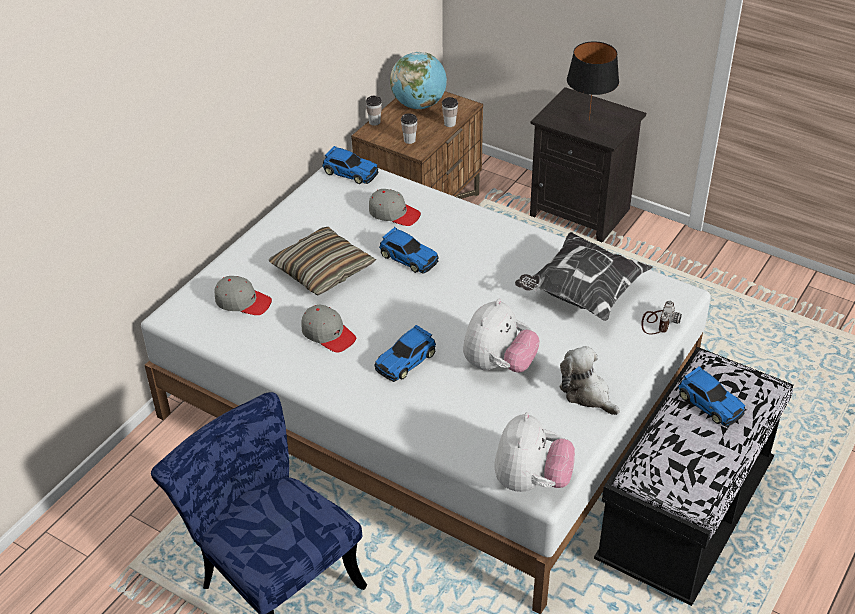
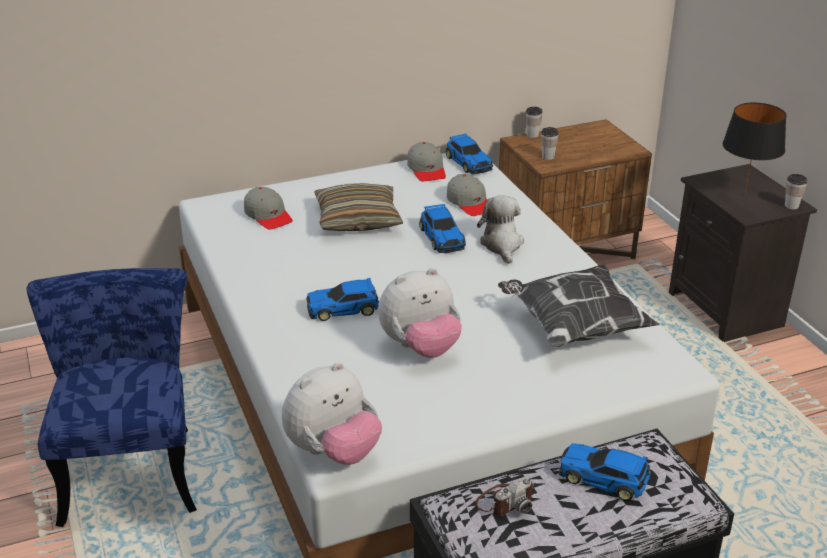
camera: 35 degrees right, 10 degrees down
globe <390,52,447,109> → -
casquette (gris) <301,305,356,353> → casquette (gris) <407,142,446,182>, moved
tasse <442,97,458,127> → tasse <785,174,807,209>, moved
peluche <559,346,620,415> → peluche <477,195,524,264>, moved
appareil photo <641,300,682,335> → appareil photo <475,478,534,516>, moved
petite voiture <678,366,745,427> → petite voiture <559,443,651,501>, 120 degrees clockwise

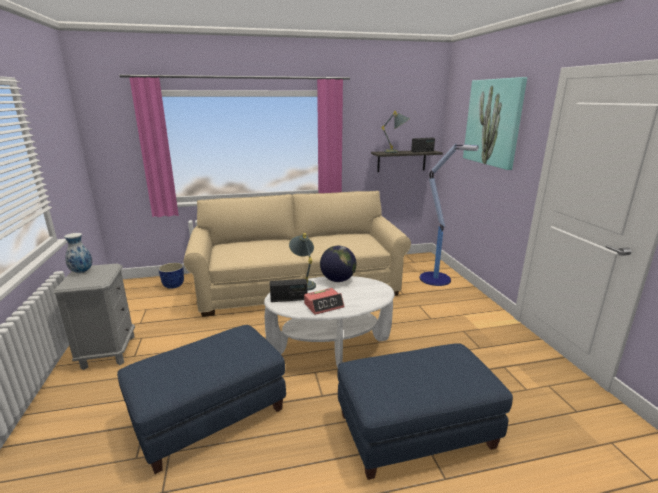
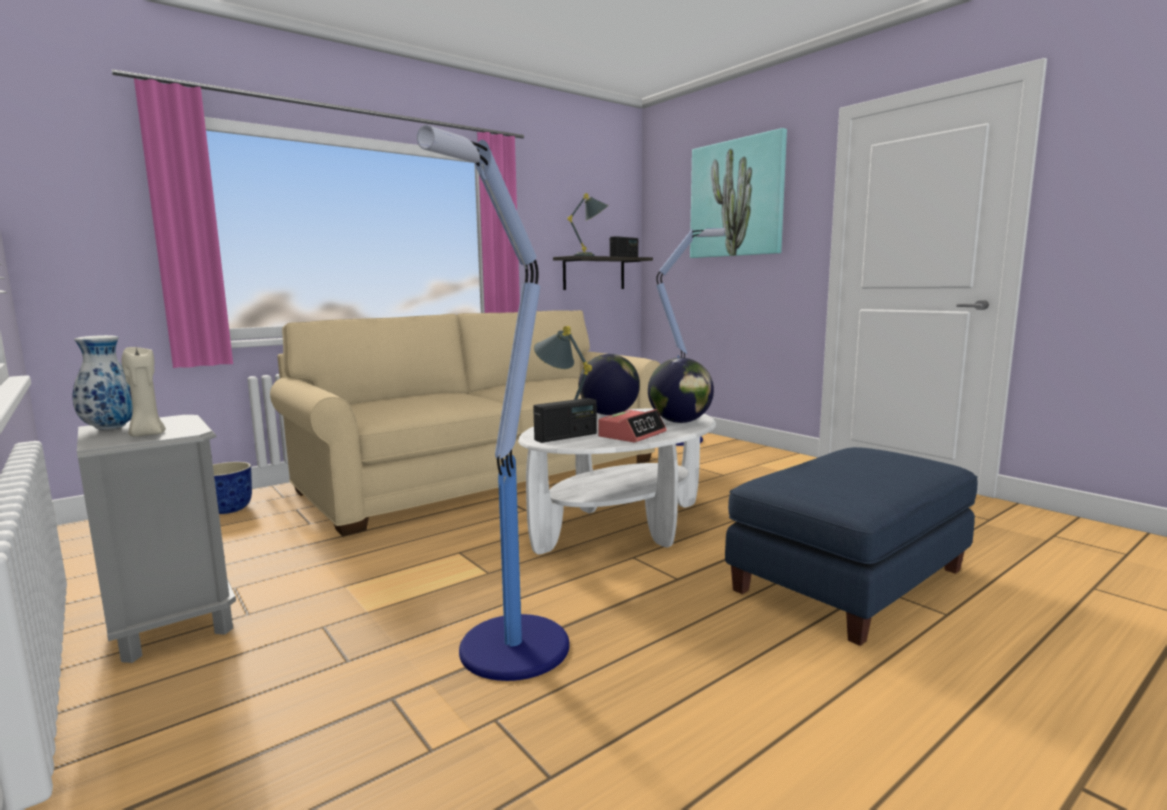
camera: 25 degrees left, 10 degrees down
- → bougie (beige) <122,347,166,437>
- → globe <648,358,714,423>
pouf (bleu) <117,325,286,474> → lampadaire <417,125,569,681>

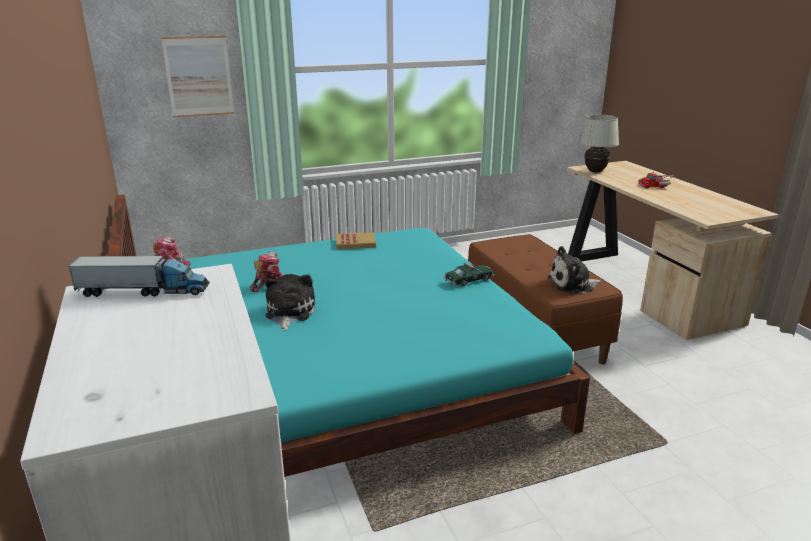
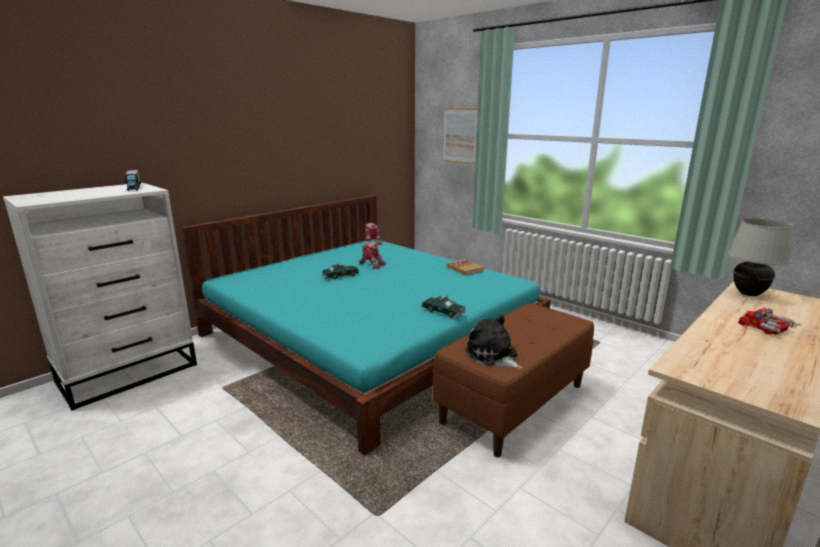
camera: 65 degrees right, 5 degrees down
peluche <265,274,315,330> → petite voiture <322,263,359,279>

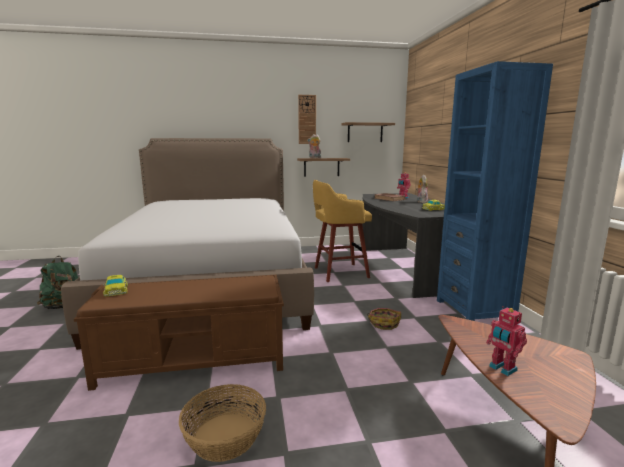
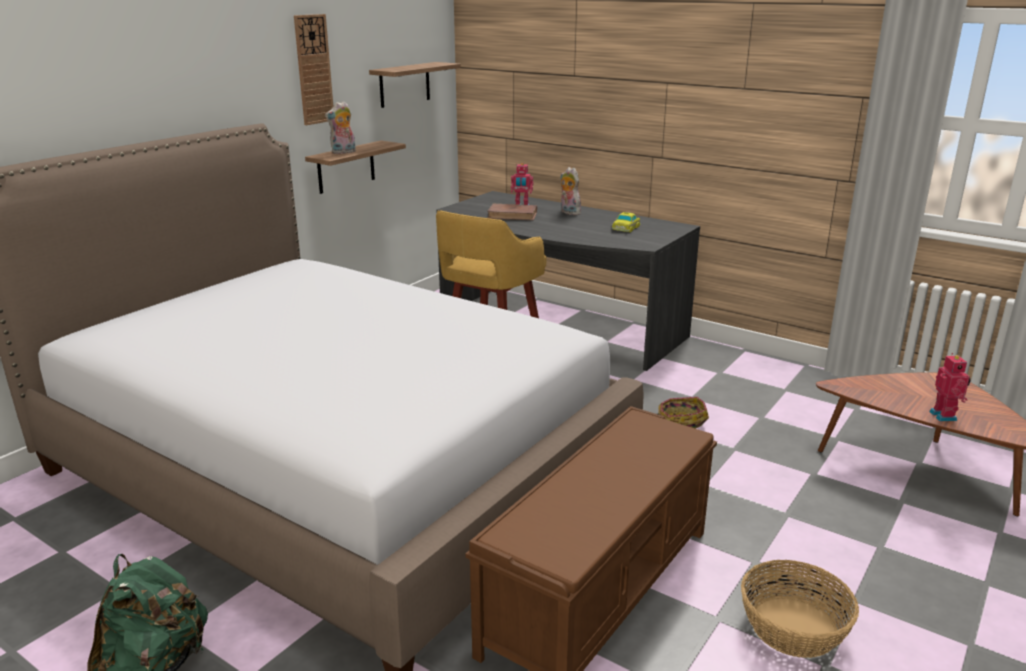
camera: 45 degrees left, 10 degrees up
petite voiture <103,275,128,297> → -
bibliothèque (bleu) <437,61,553,321> → -
robot jouet <486,306,527,376> → robot jouet <929,353,970,421>, 105 degrees counterclockwise

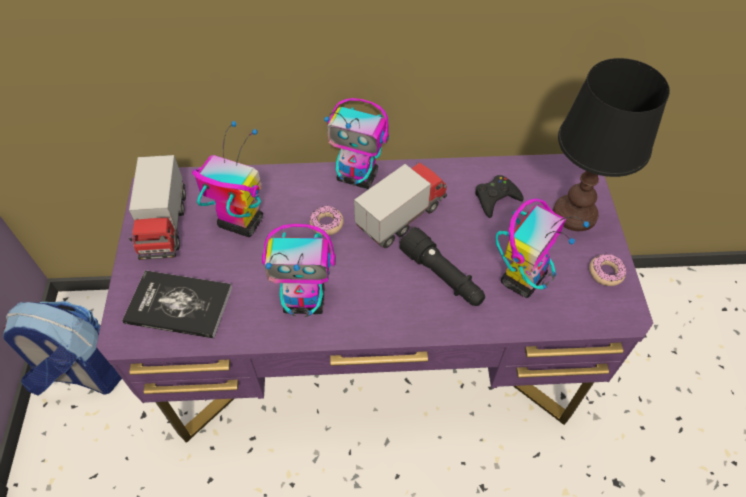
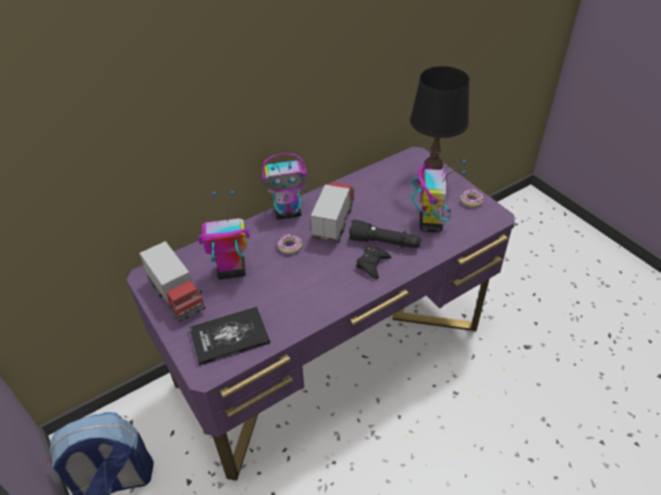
camera: 30 degrees left, 10 degrees down
robot jouet <262,224,336,317> → -
manette (noir) <475,175,524,218> → manette (noir) <356,246,391,279>, moved

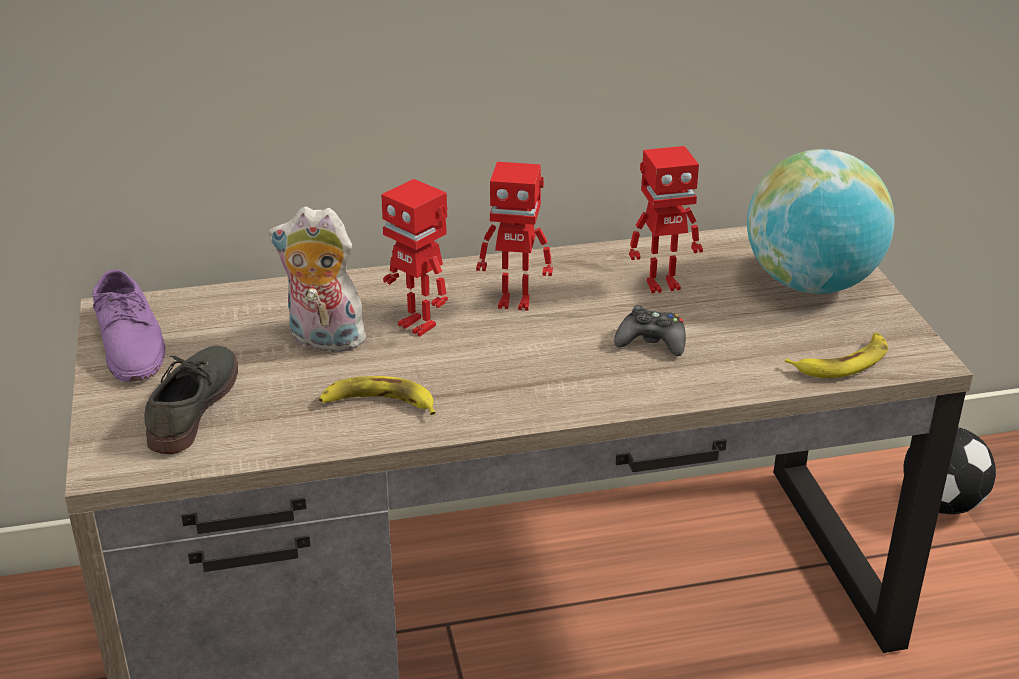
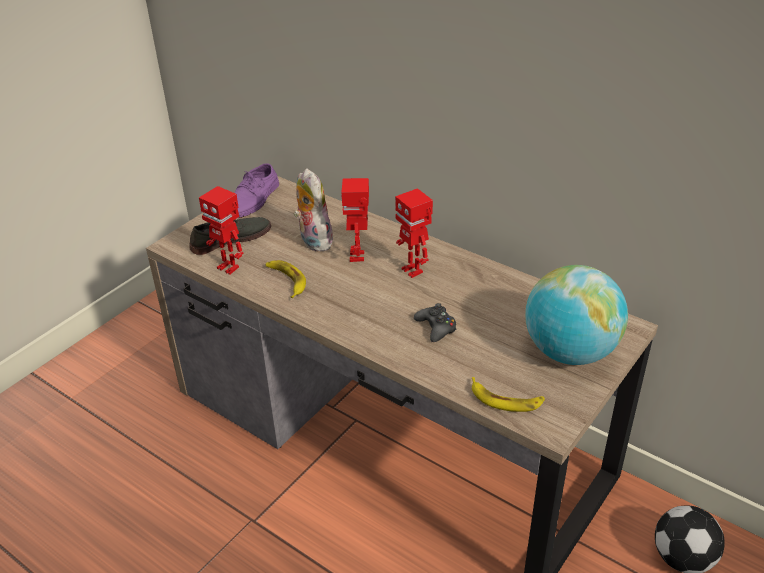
camera: 50 degrees right, 5 degrees up
robot jouet <629,146,703,293> → robot jouet <199,186,244,275>, moved

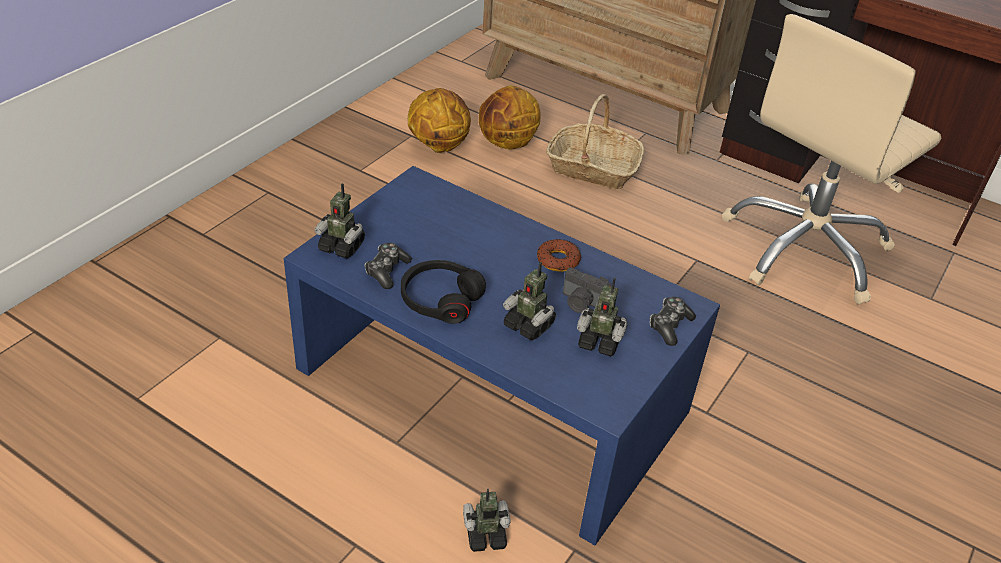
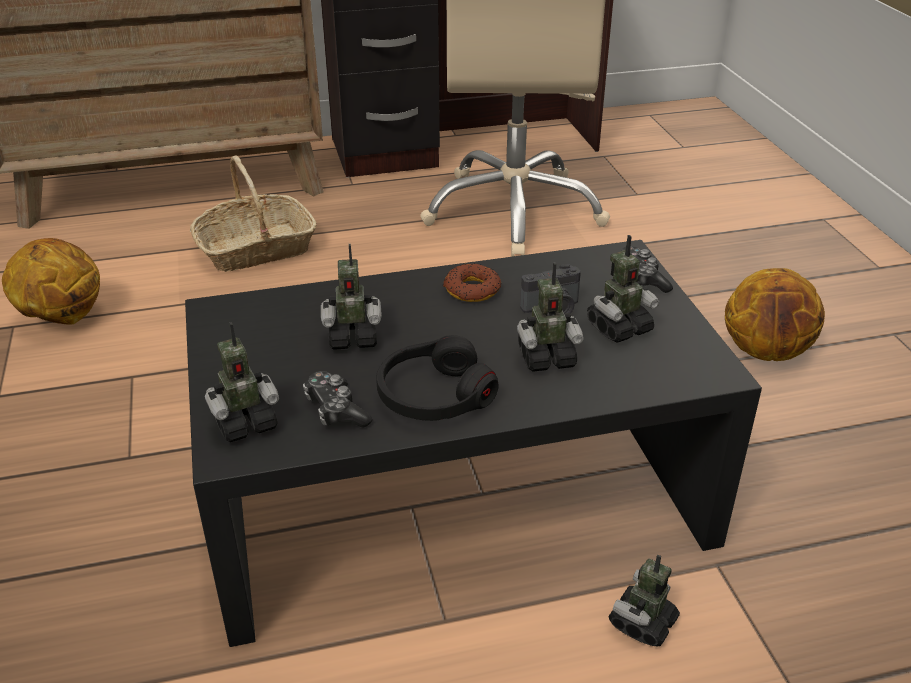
camera: 45 degrees left, 5 degrees down
- → robot jouet <321,244,382,350>
ballon de basket <479,86,541,150> → ballon de basket <725,268,825,361>, moved
table basse (bleu) <284,166,720,545> → table basse (noir) <185,240,762,647>

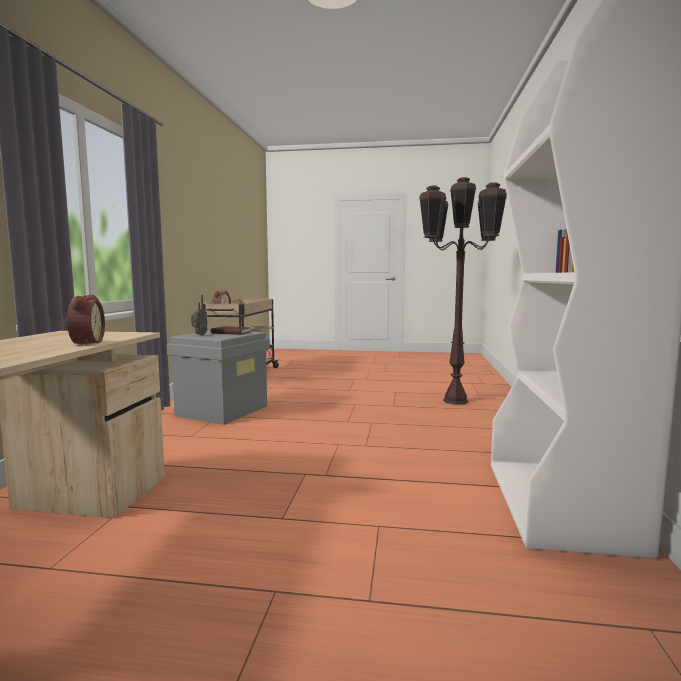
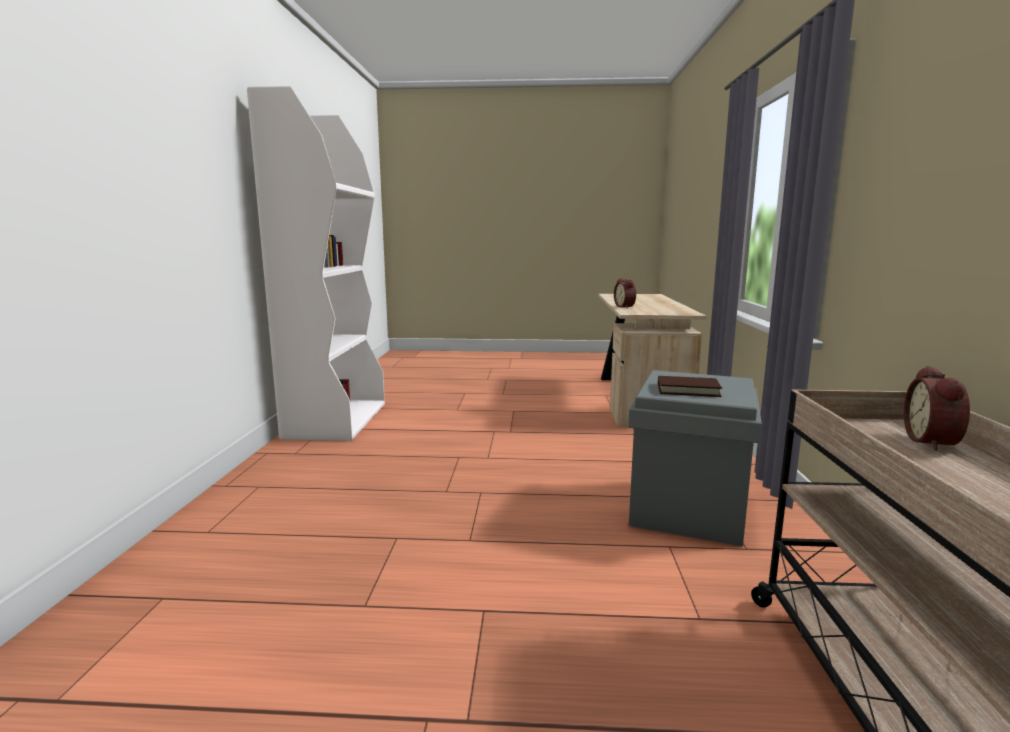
camera: 175 degrees right, 5 degrees up
radio <191,295,208,335> → -
lampadaire (marron) <419,177,507,405> → -

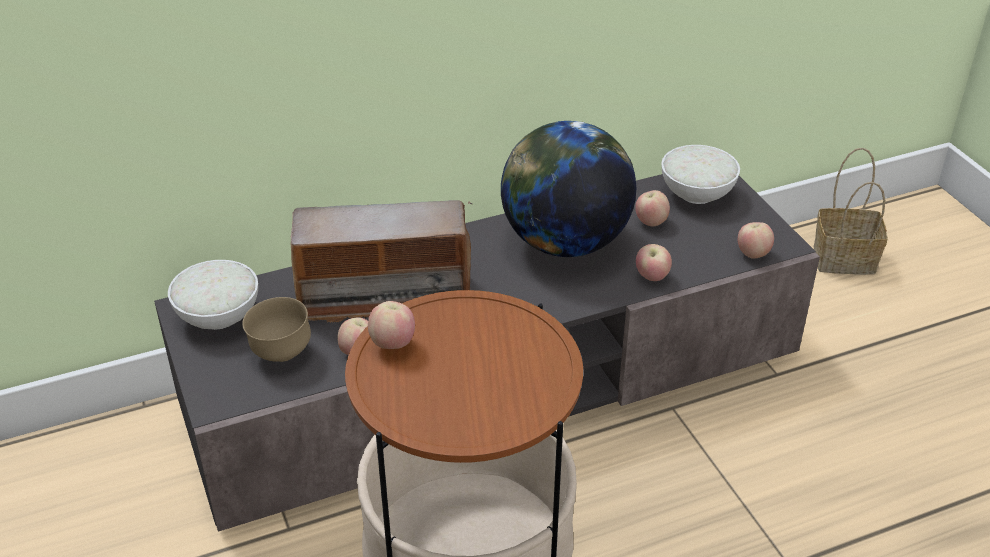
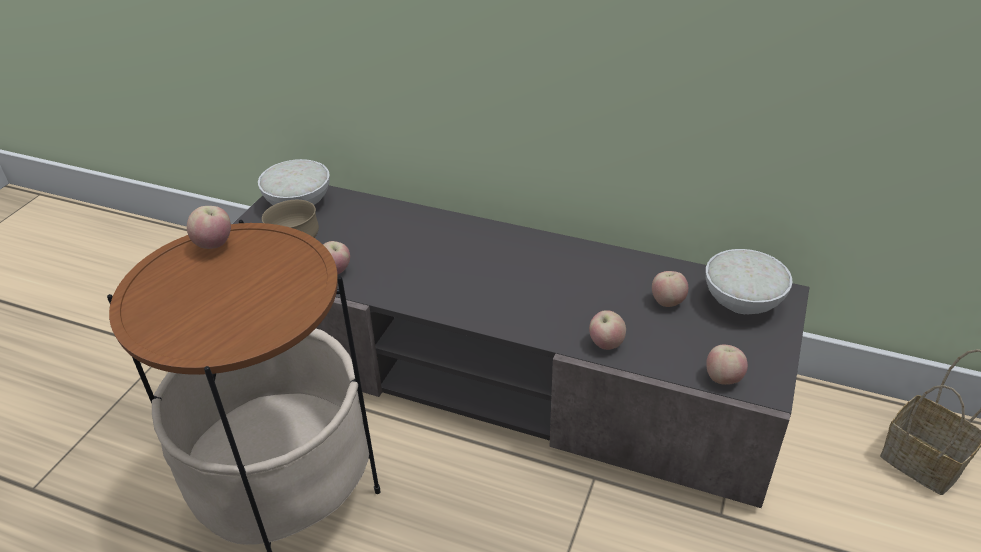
camera: 45 degrees right, 0 degrees up
radio <291,200,472,323> → -
globe <501,121,637,257> → -

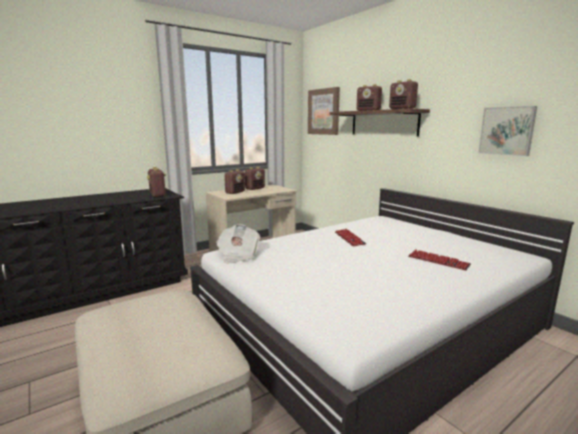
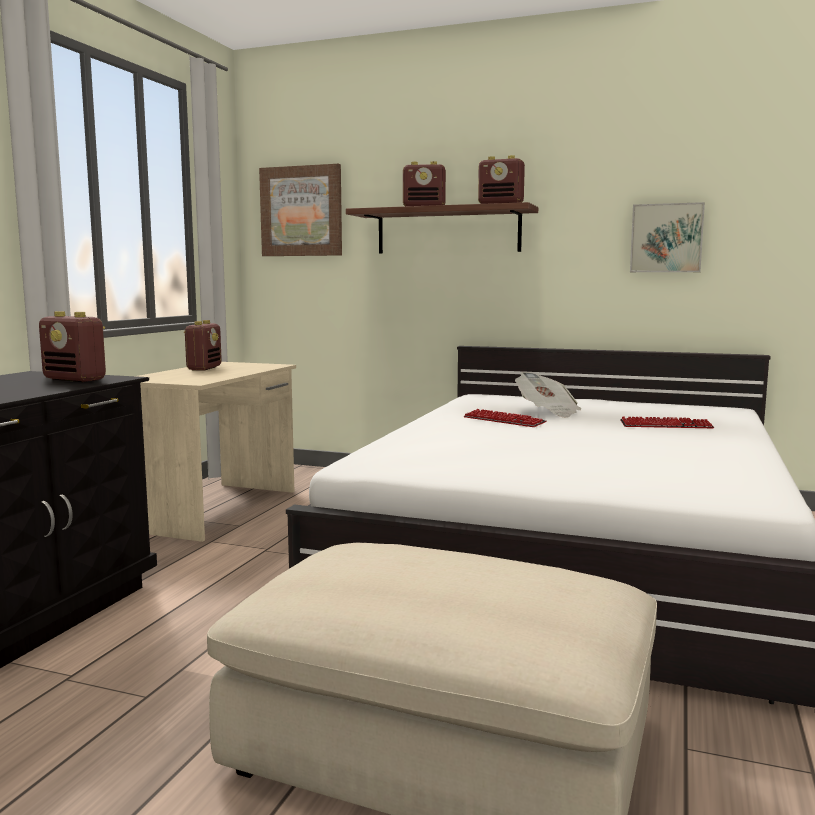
camera: 35 degrees left, 5 degrees down
radio <224,169,245,194> → -
journal <216,224,260,264> → journal <515,372,581,418>, moved

